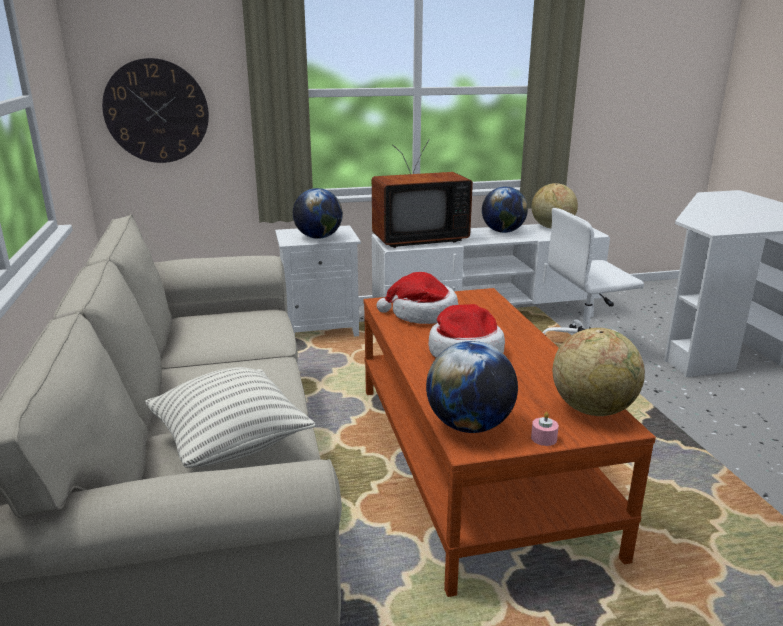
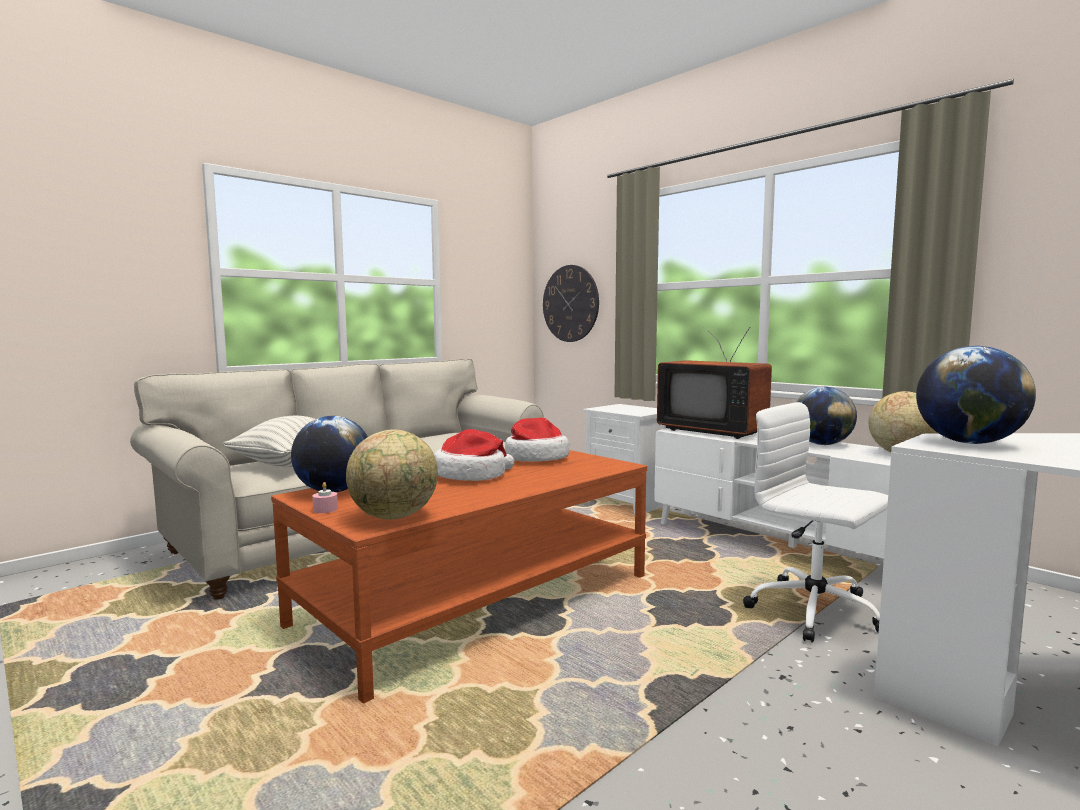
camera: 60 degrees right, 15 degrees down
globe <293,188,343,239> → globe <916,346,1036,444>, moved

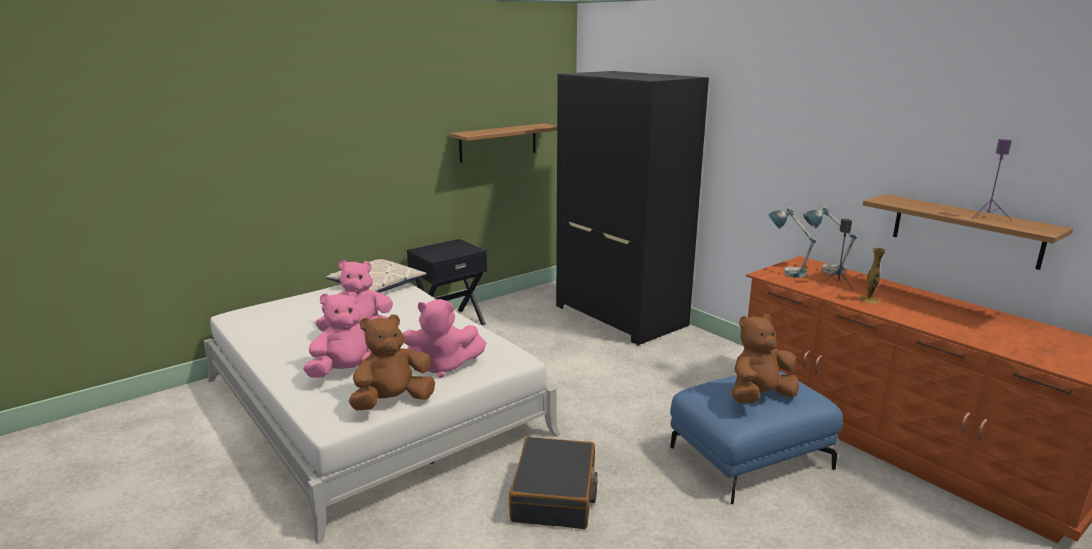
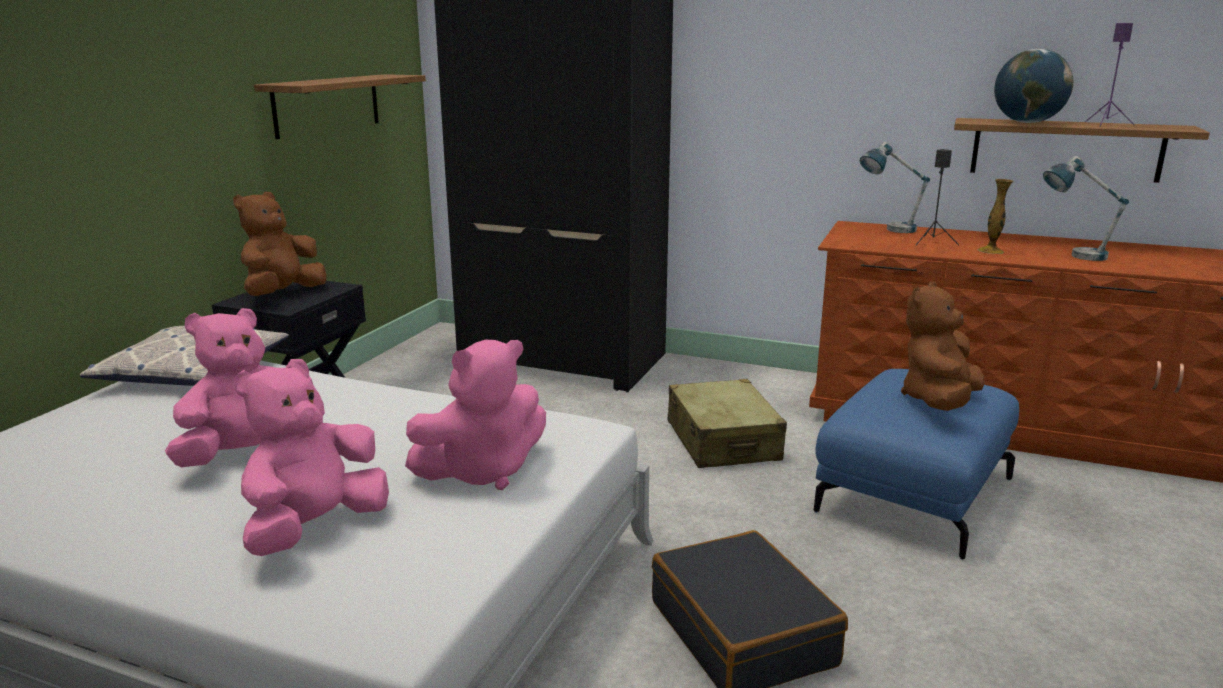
camera: 30 degrees left, 0 degrees up
- → valise (beige) <668,379,787,468>
- → globe <994,49,1073,123>
peluche (marron) <348,314,435,410> → peluche (marron) <233,192,327,296>, moved
lampe de table <768,207,816,278> → lampe de table <1043,156,1129,261>, moved

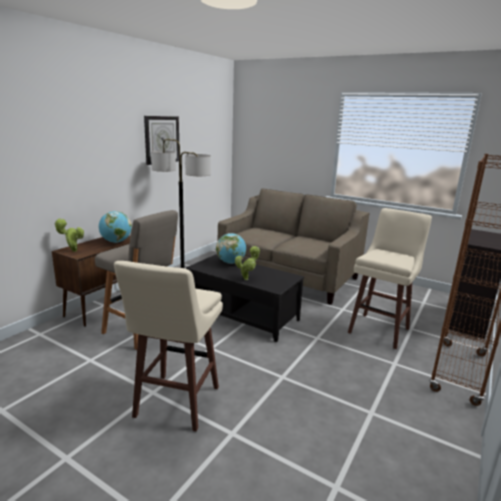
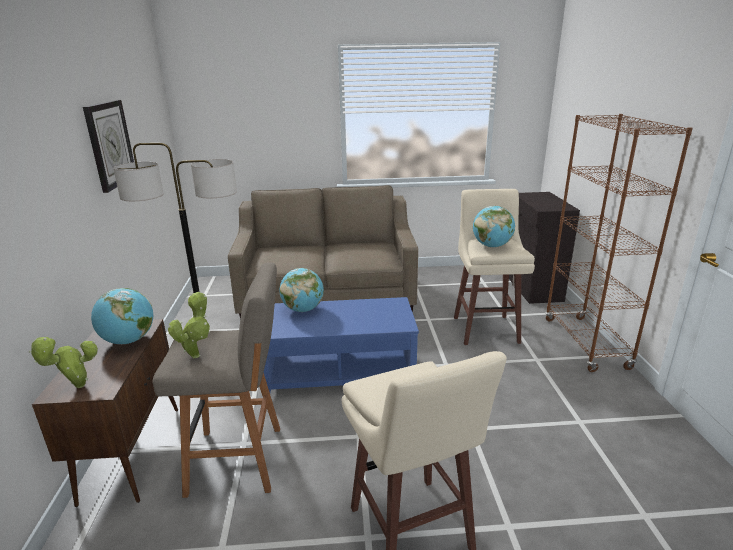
camera: 35 degrees left, 5 degrees up
- → globe <473,206,515,248>
plante en pot <235,246,260,280> → plante en pot <168,292,210,358>, moved
table basse (noir) <186,254,304,342> → table basse (bleu) <264,297,419,392>

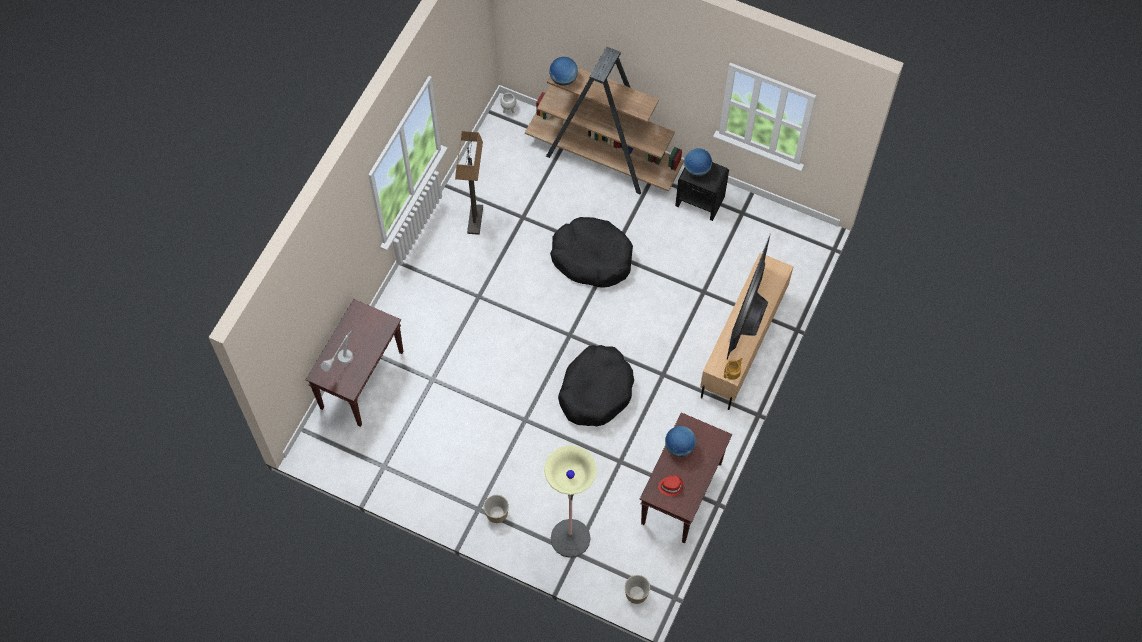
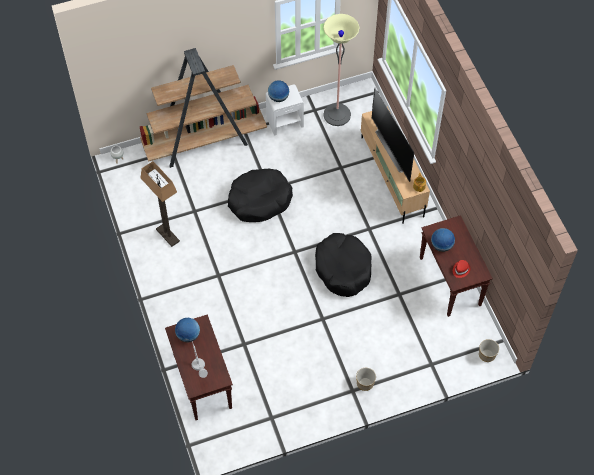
camera: 45 degrees left, 5 degrees down
lampadaire <544,445,597,558> → lampadaire <323,14,360,126>, moved
globe <549,57,578,86> → globe <175,318,200,343>, moved
table de chevet (noir) <675,162,729,221> → table de chevet (blanc) <266,84,304,136>

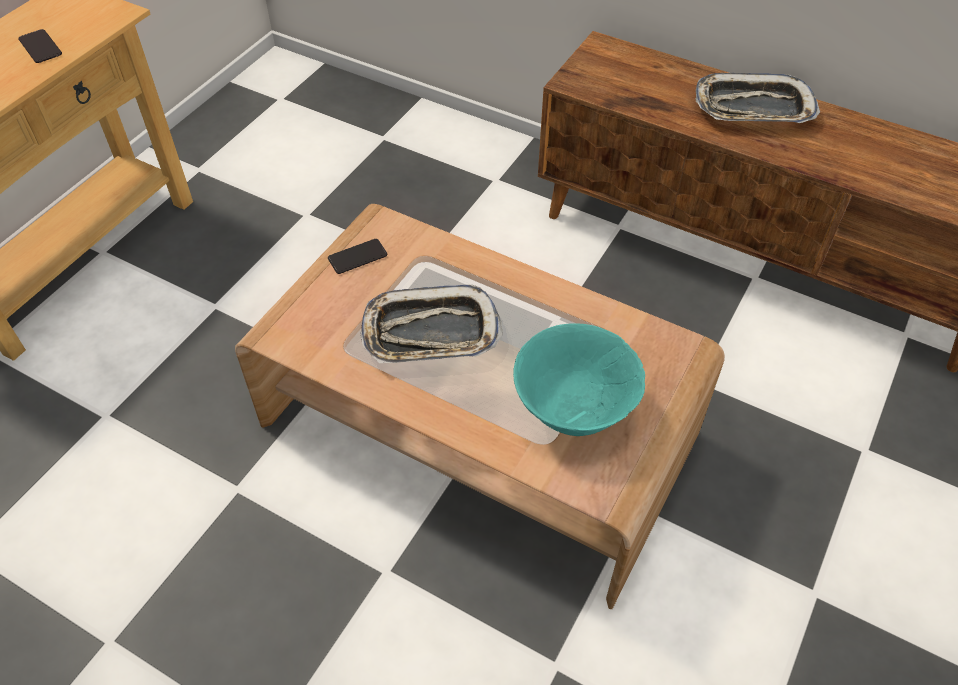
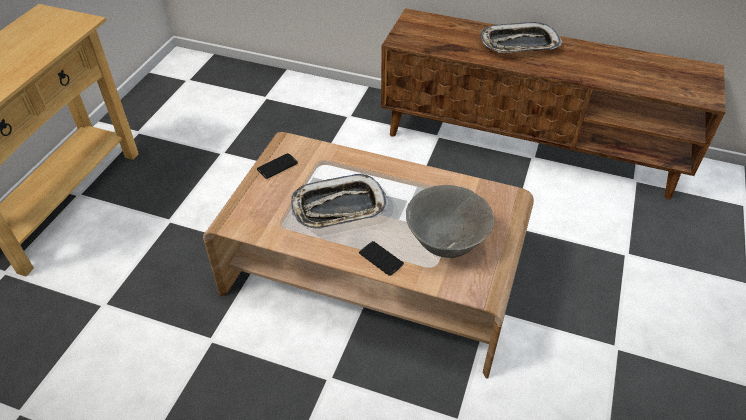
camera: 10 degrees left, 5 degrees down
téléphone <18,29,62,63> → téléphone <359,241,404,276>, moved
bol (turquoise) <513,324,645,436> → bol (gris) <406,185,495,258>

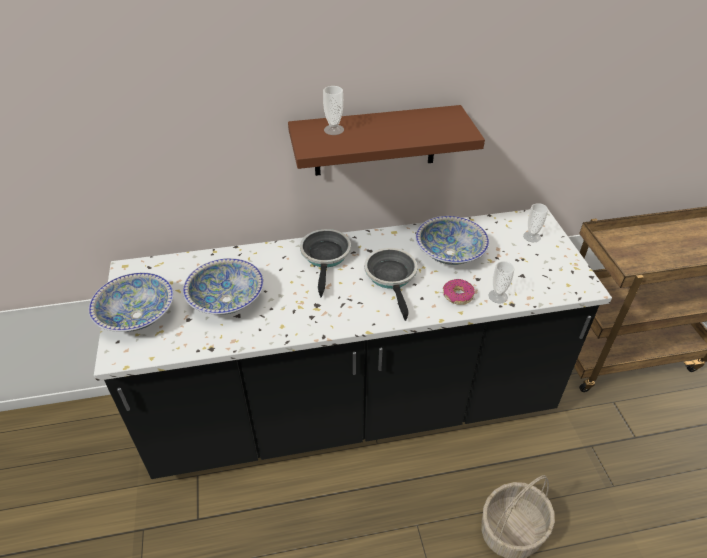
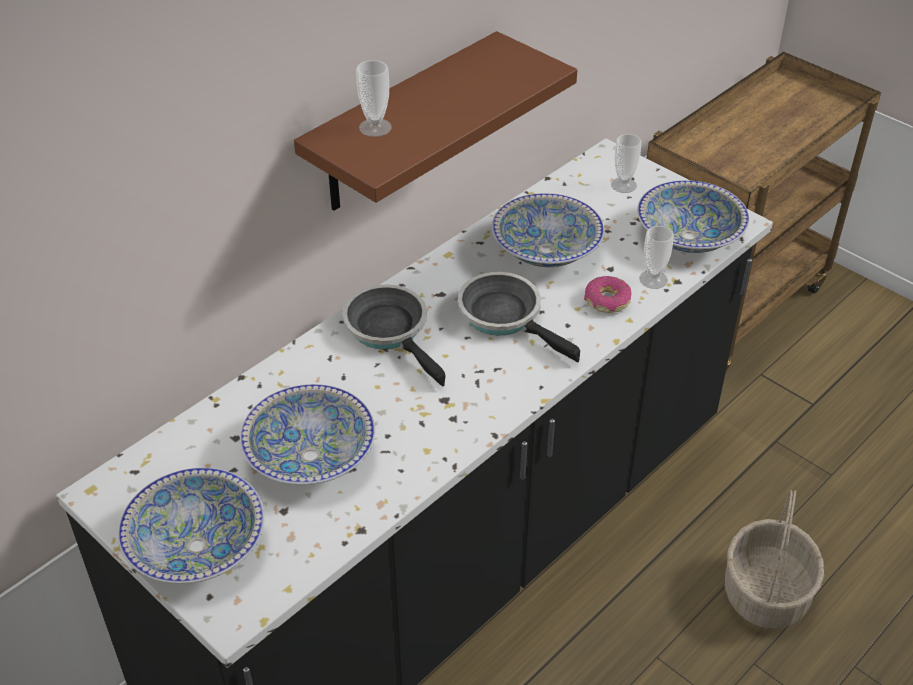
camera: 35 degrees left, 0 degrees up
- → bol <637,180,749,253>

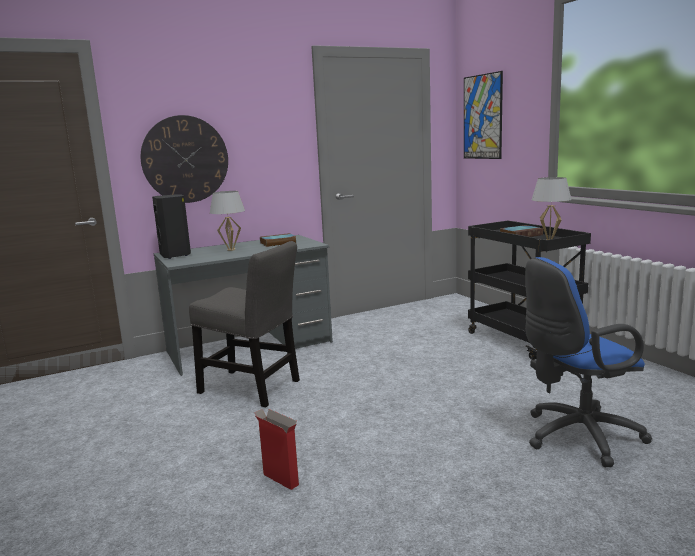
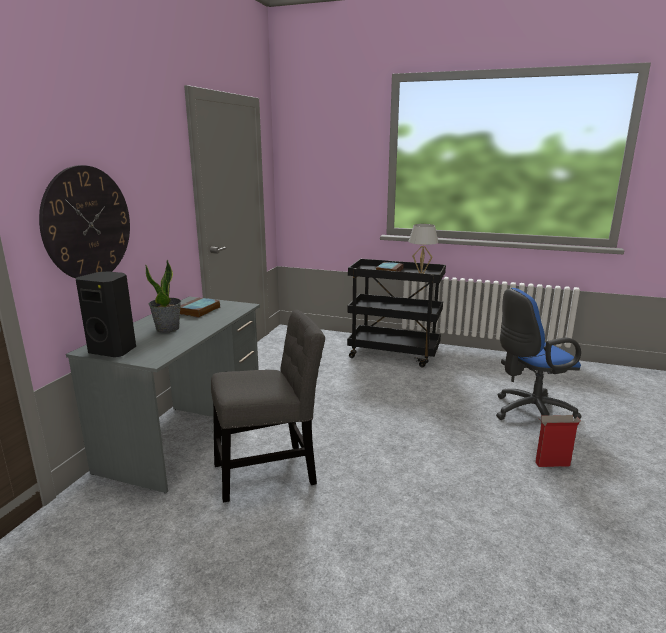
camera: 45 degrees left, 5 degrees up
tableau <464,71,503,159> → -
carton <254,409,299,490> → carton <535,415,581,467>, moved
lampe de table (blanc) <210,191,245,251> → plante en pot <145,259,181,333>
chaise de bureau (bleu) <525,257,652,467> → chaise de bureau (bleu) <496,288,582,420>, 45 degrees clockwise

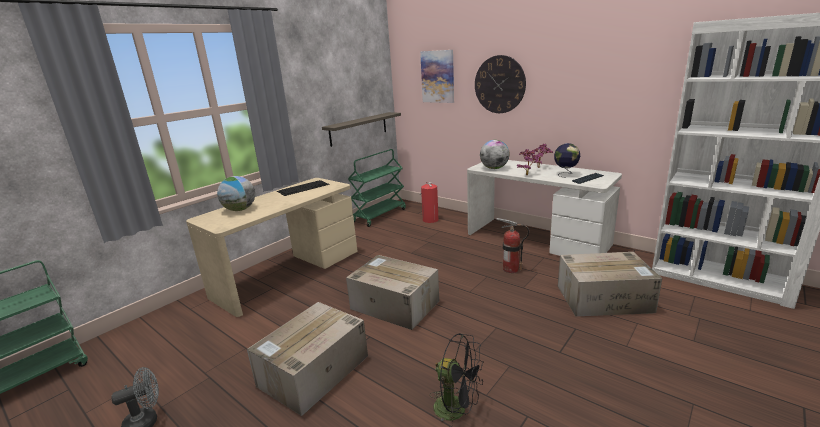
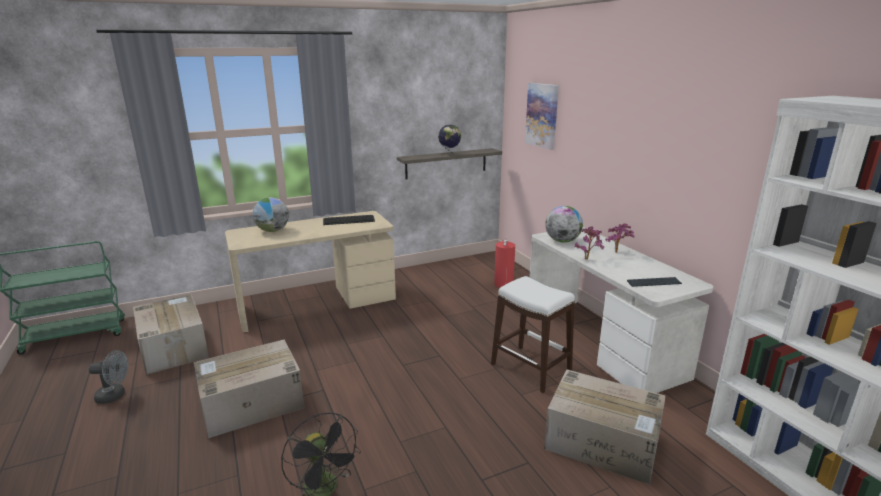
camera: 25 degrees right, 0 degrees up
chariot (vert) <348,149,406,227> → -
horloge murale <475,55,526,113> → -
carton <346,255,439,330> → carton <133,294,209,375>, moved
globe <554,143,580,178> → globe <438,125,461,156>, moved
extincteur <496,218,529,273> → tabouret (blanc) <491,276,575,393>

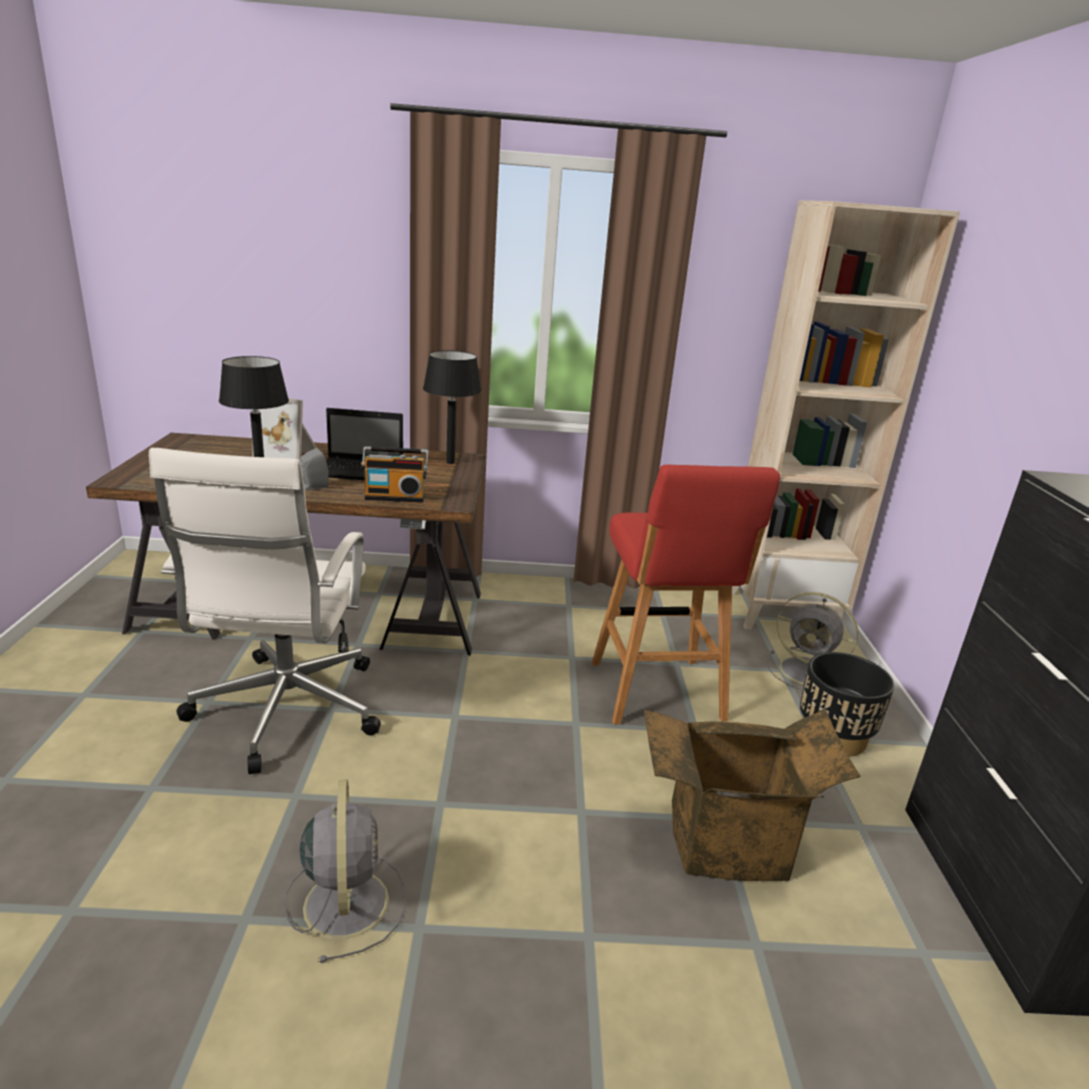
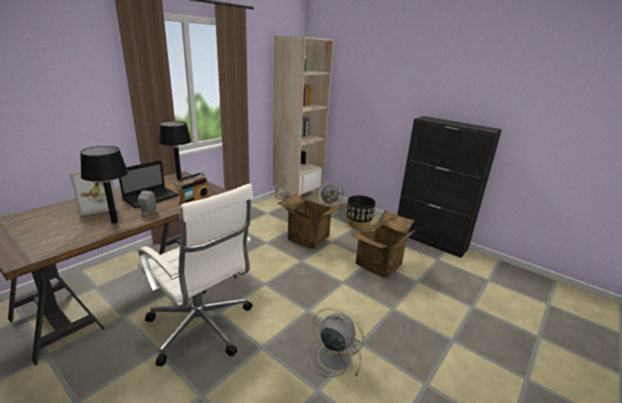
camera: 50 degrees left, 0 degrees up
tabouret (rouge) <592,465,780,725> → carton <277,194,343,249>

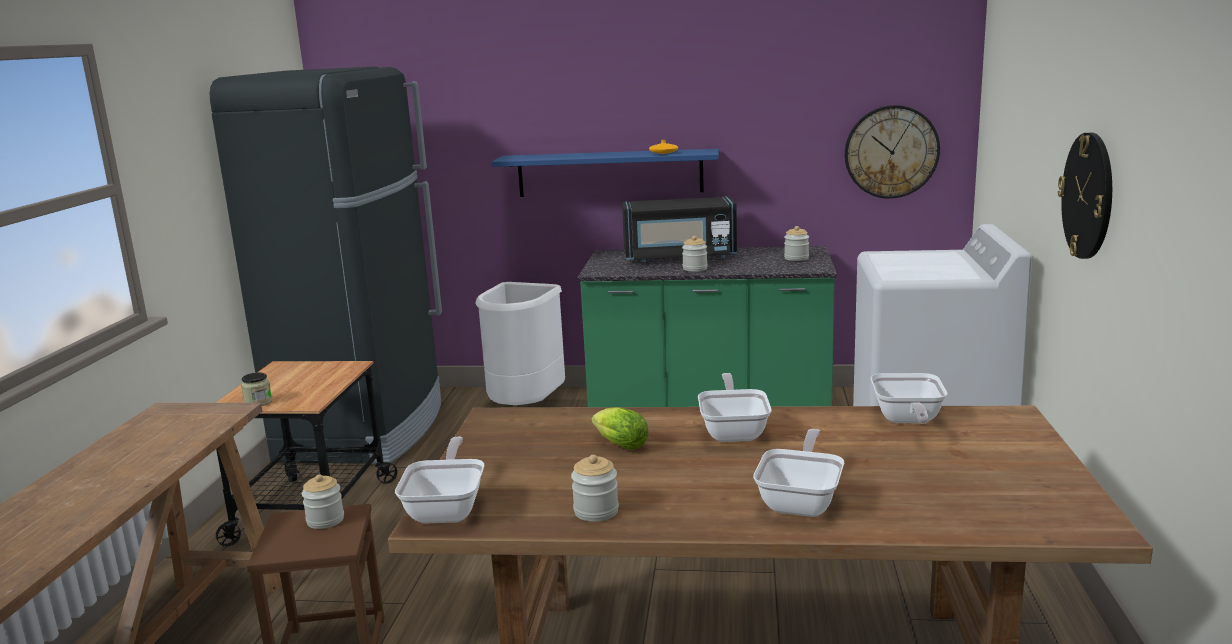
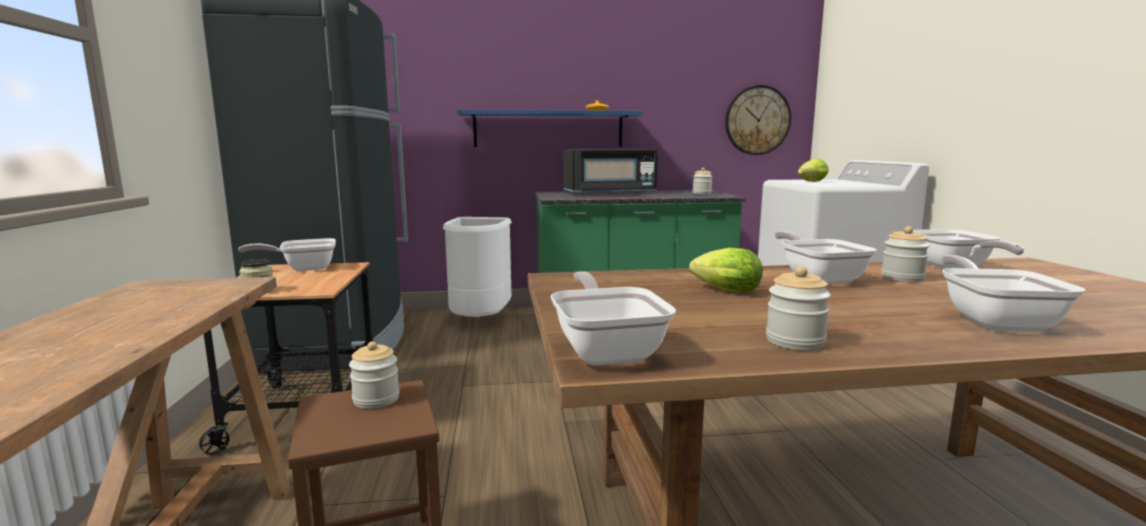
camera: 15 degrees left, 5 degrees down
horloge murale <1058,133,1112,259> → -
- → poêle <238,238,336,271>
- → laitue <798,159,829,182>
bocal <682,236,708,271> → bocal <881,226,929,282>, moved

